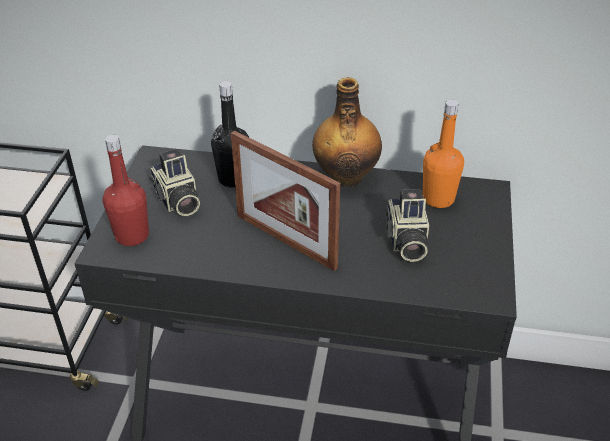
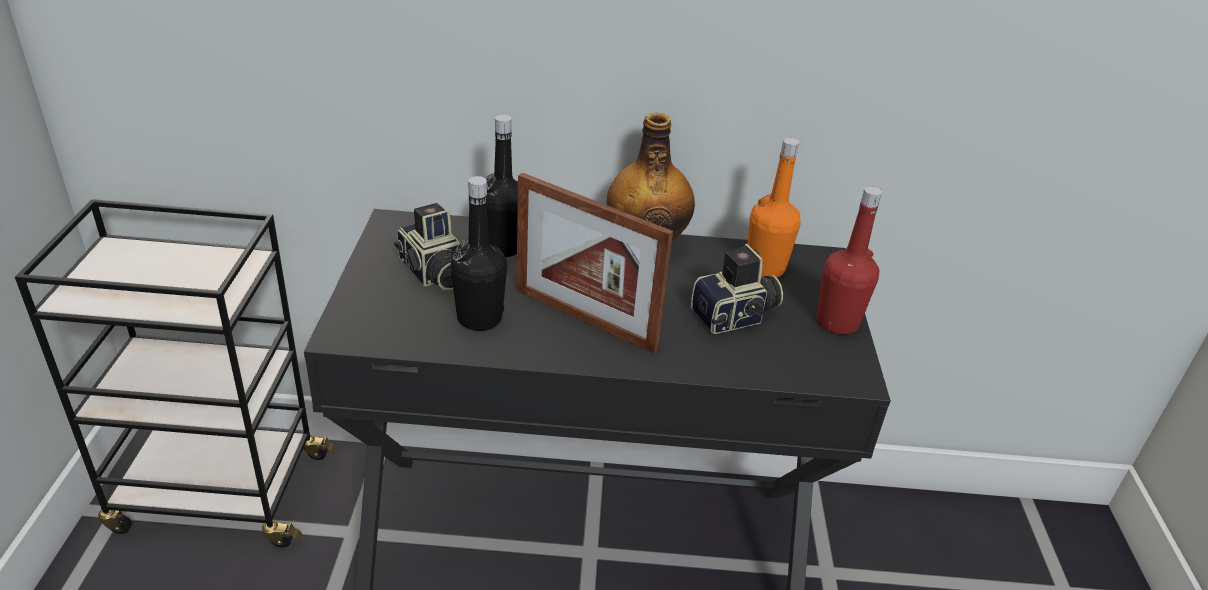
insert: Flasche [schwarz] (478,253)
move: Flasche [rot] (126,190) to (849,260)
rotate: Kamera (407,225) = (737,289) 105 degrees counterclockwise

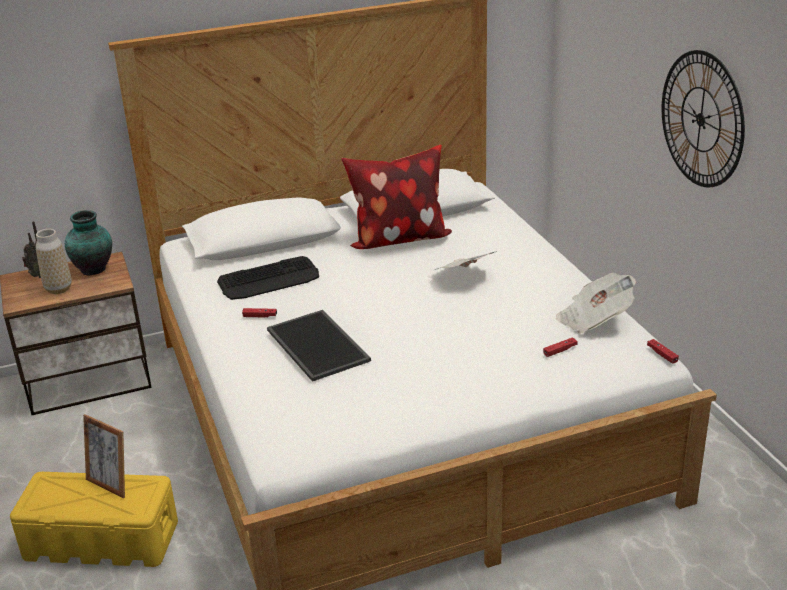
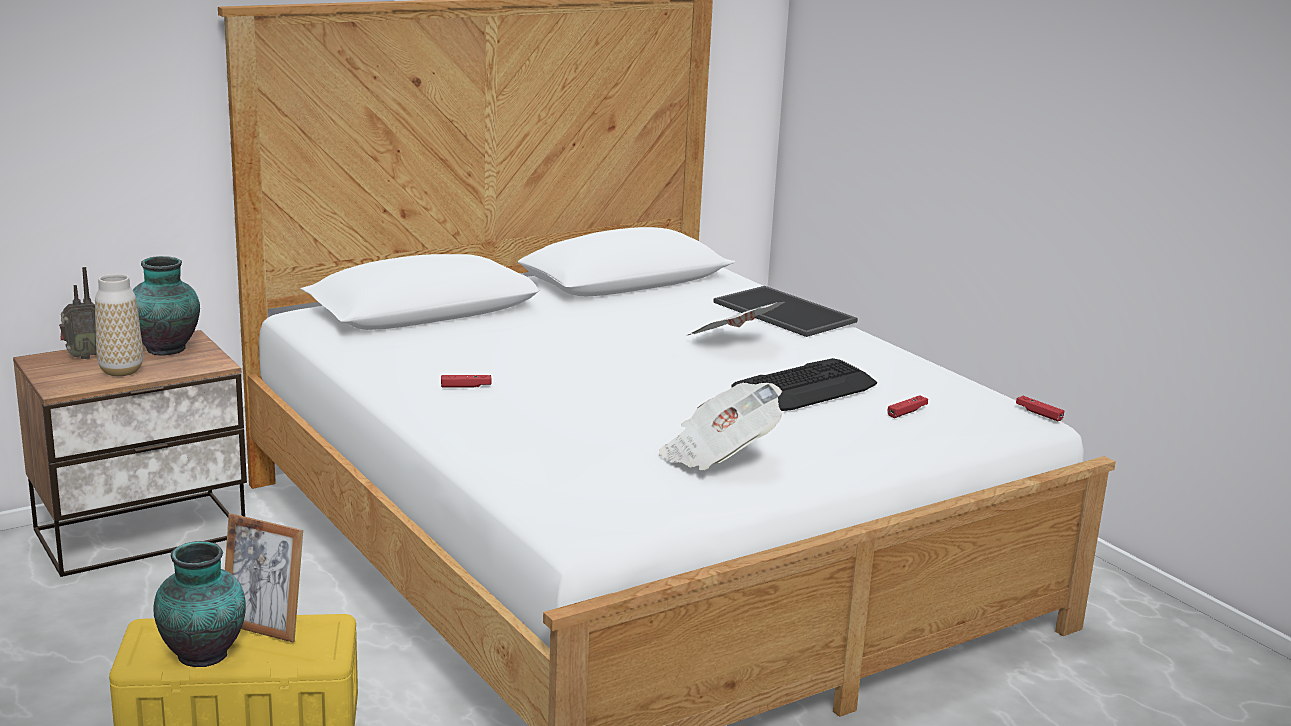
delete: Kissen (396,197); Wanduhr (703,119)
insert: Vase (199,604)
move: Zeitung (596,303) to (721,426); Tablett (319,346) to (785,311); Tastatur (268,278) to (804,384)

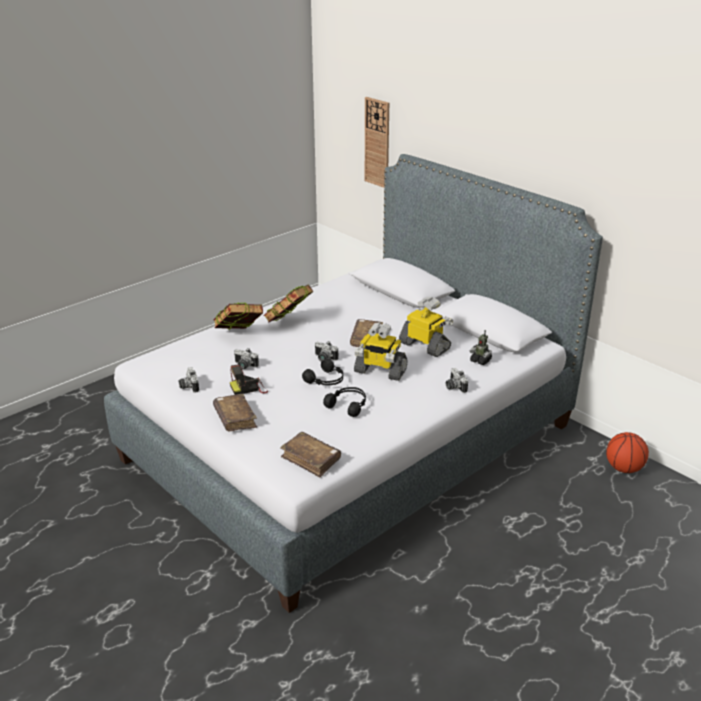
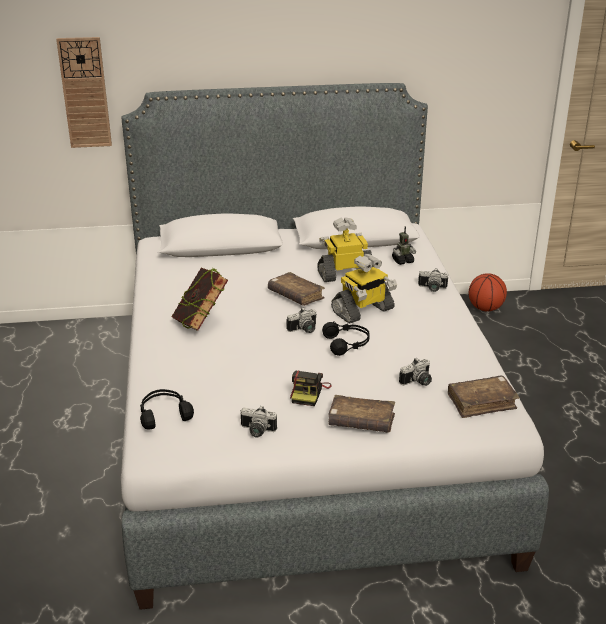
delete: Buch (238,316)
move: Kopfhörer [schwarz] (344,402) to (167,409); Kamera (246,358) to (415,372)

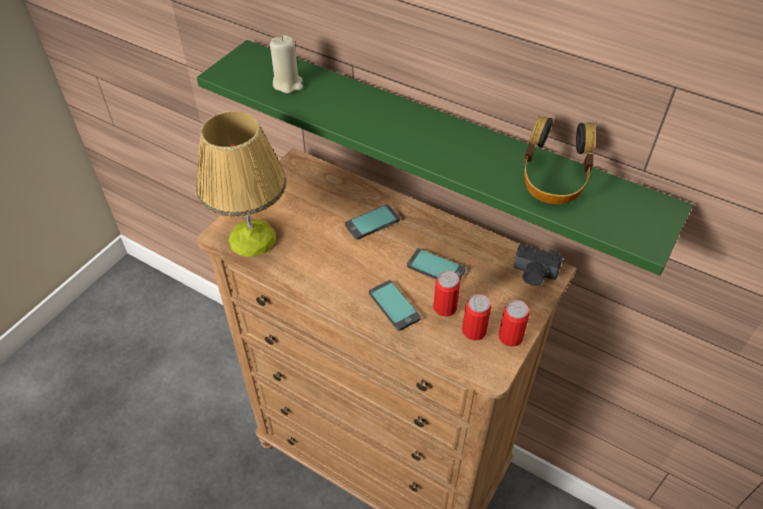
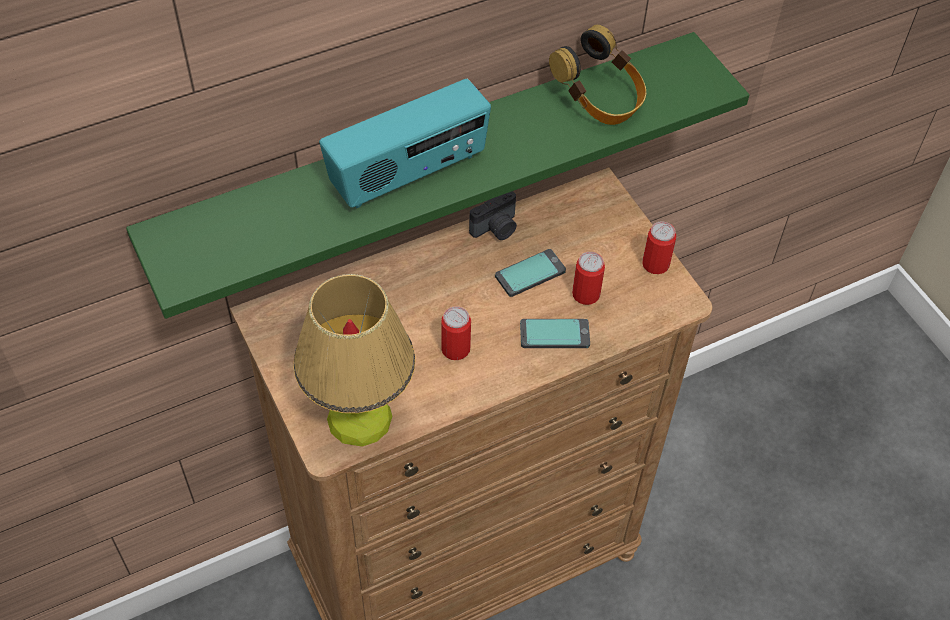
delete: Kerze [beige] (286,64); Handy (372,222)
insert: Radio (405,143)
move: Dose (476,317) to (456,333); Kamera (538,265) to (493,215)

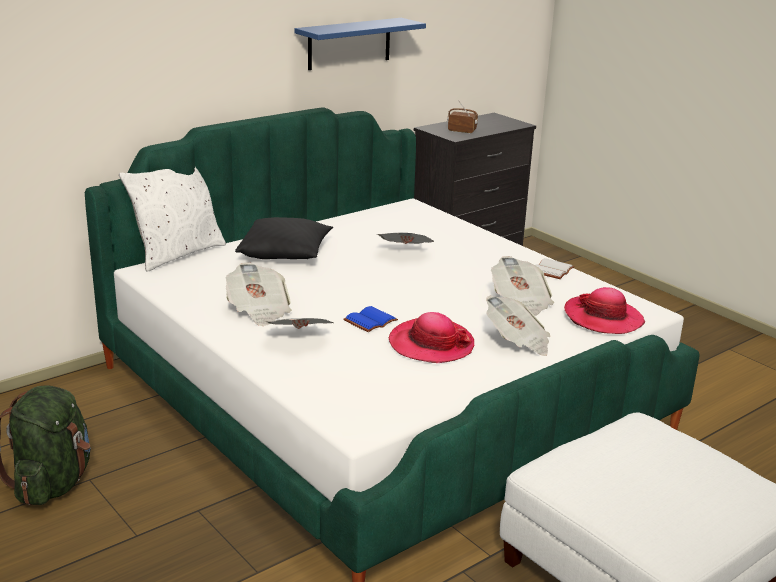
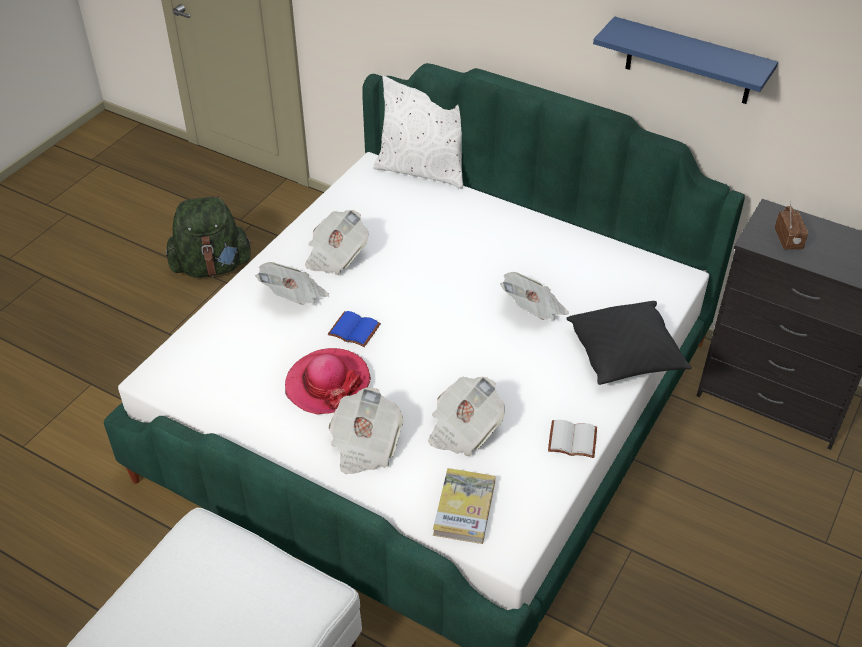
move: Kissen [schwarz] (284,238) to (629,343)
replace: Hut (604,310) to Buch (464,506)

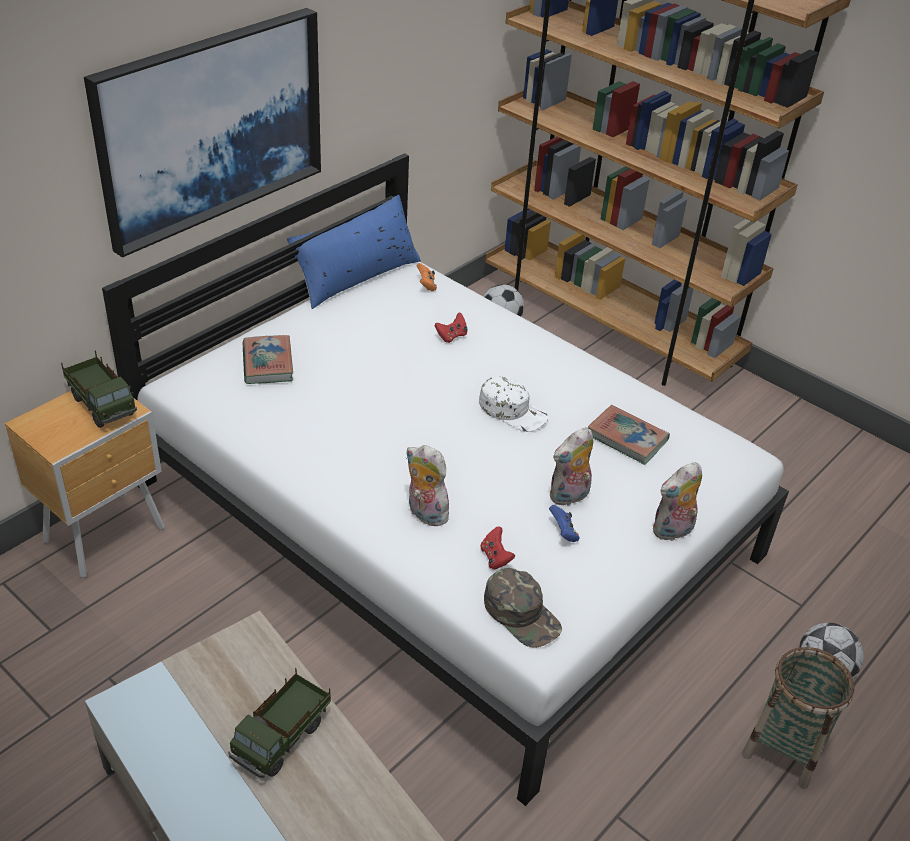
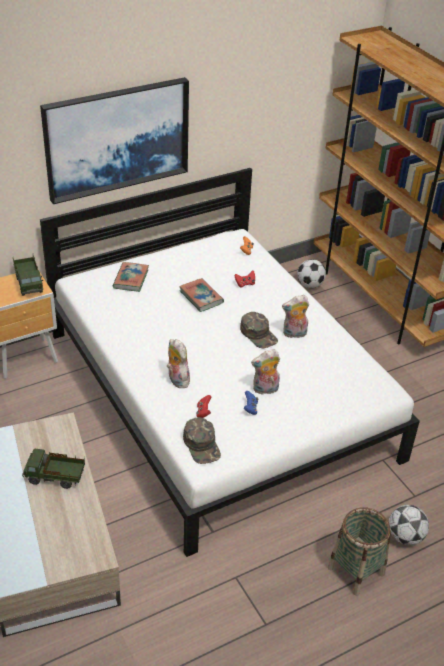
delete: Kissen [blau] (354,252)
move: Buch (628,435) to (201,295); Plüschtier (677,501) to (295,316)
recolor: Kappe [weiß] (513,404) to Kappe [grün] (259,330)
rotate: Spielzeuglaster (279,722) = (53,469) 45 degrees clockwise

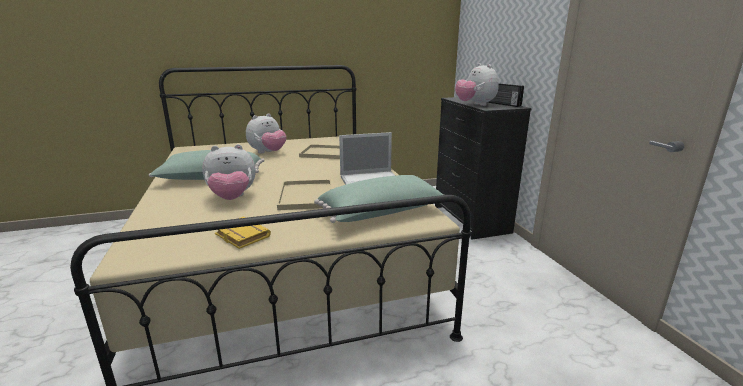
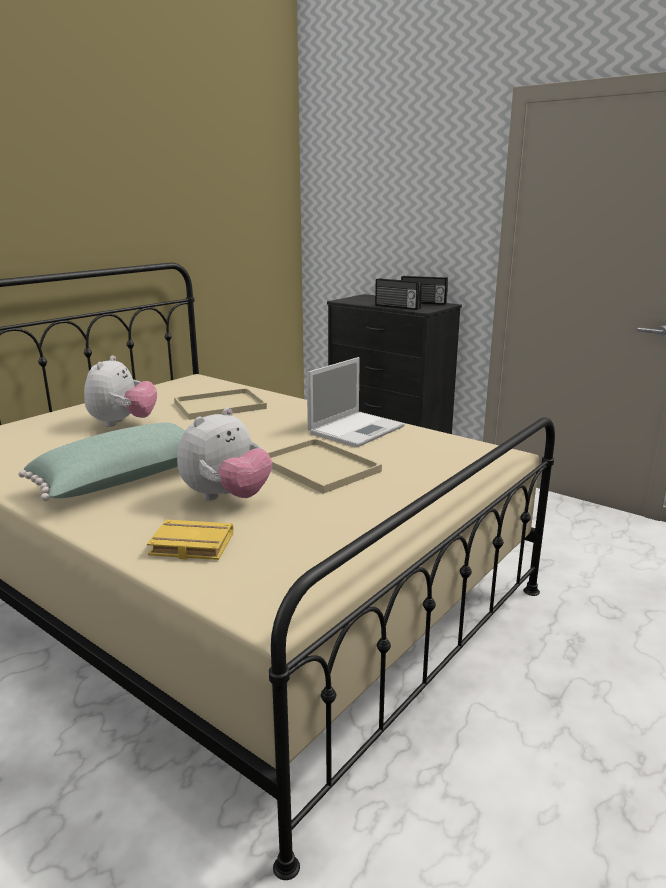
delete: Kissen [grün] (378,199)
move: Buch [gelb] (243,232) to (190,539)
replace: Plüschtier (477,84) to Radio (398,294)

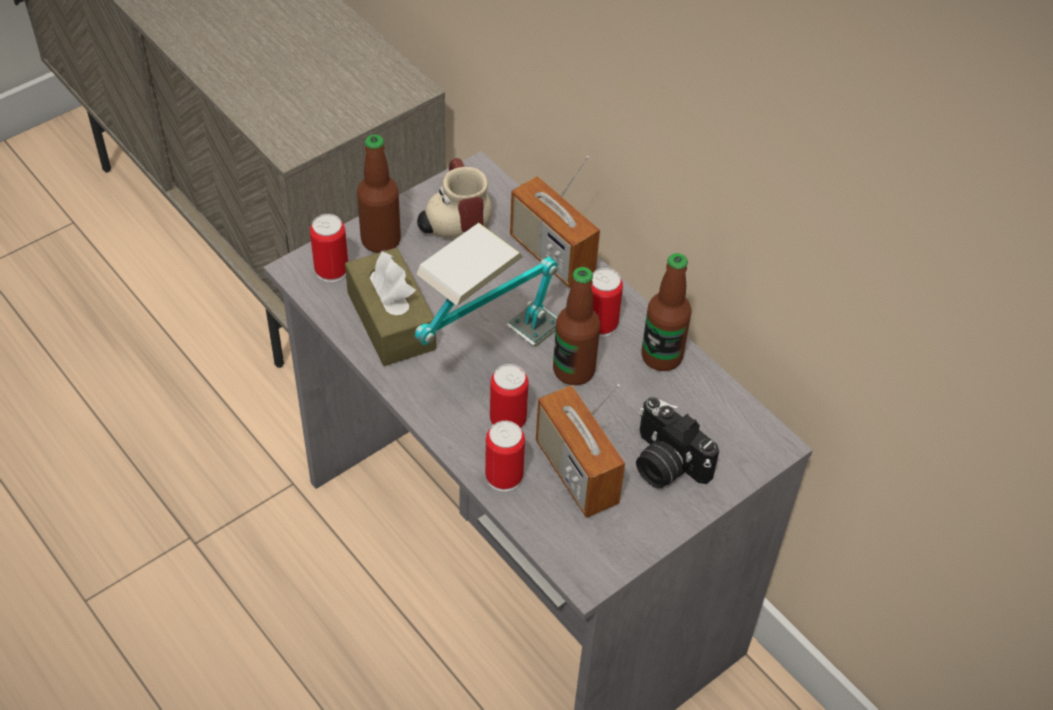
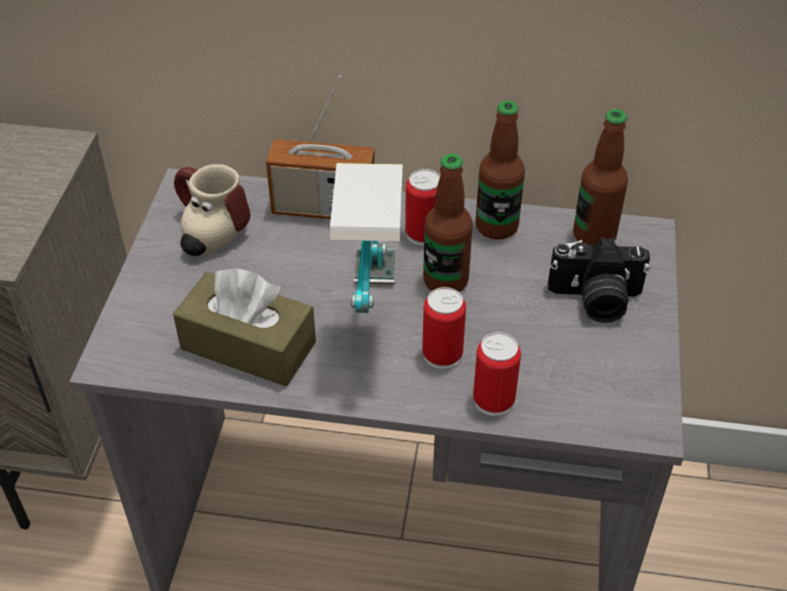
delete: Dose (329,248); Radio (580,451)
move: Flasche (379,193) to (600,177)

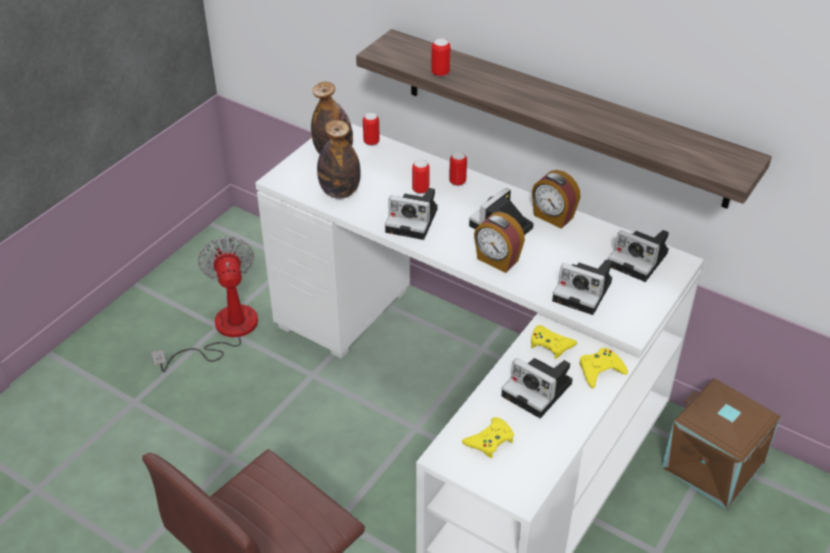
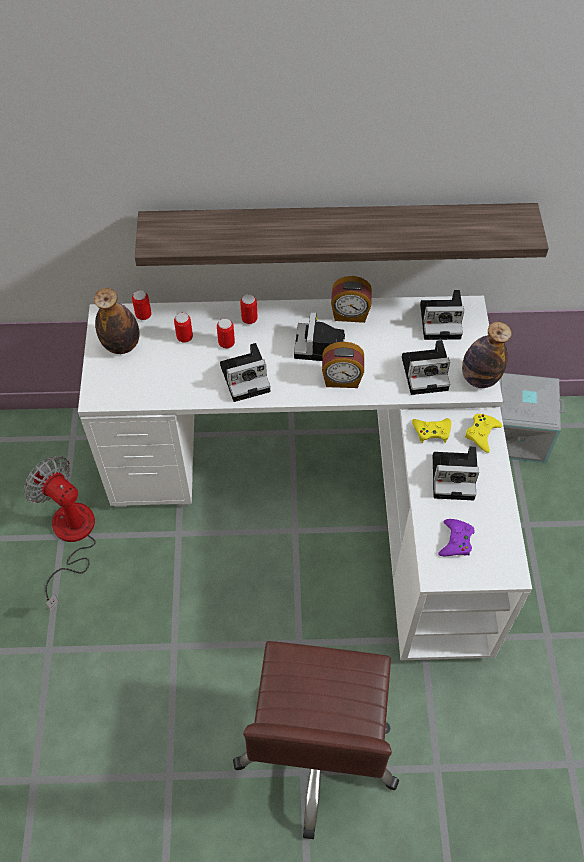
move: Dose (440,57) to (183,328); Flasche (339,159) to (487,355)
recolor: Gamepad [gelb] (488,437) to Gamepad [lila] (456,537); Aufbewahrungsbox [braun] (721,443) to Aufbewahrungsbox [grau] (532,418)

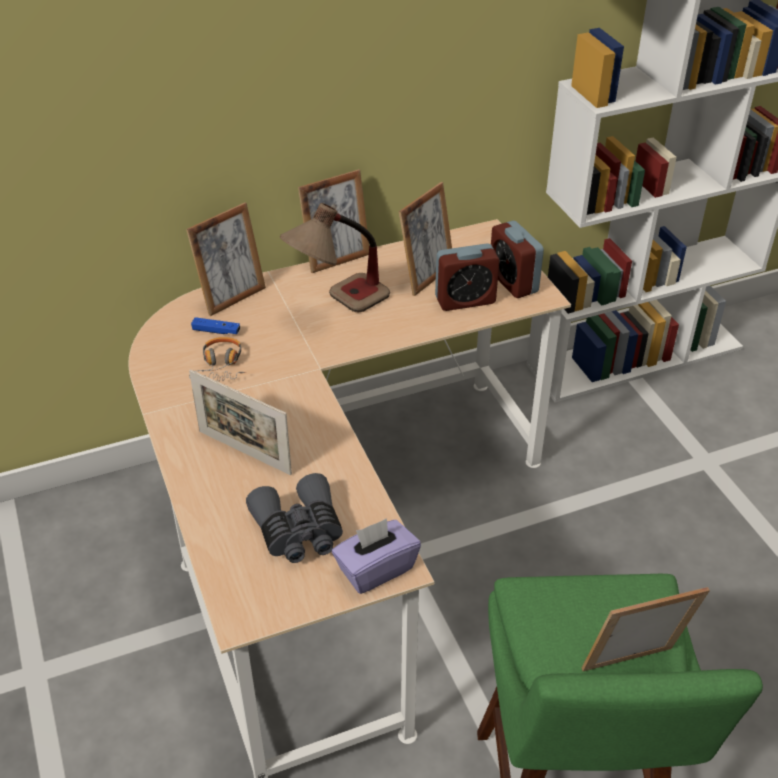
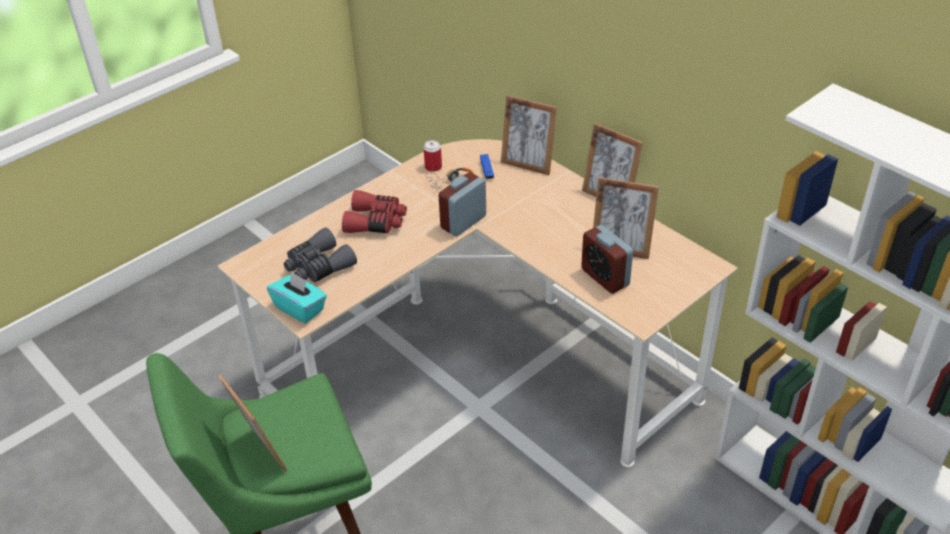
delete: Tischlampe (335,257)
insert: Dose (433,156)
move: Wecker (517,259) to (462,204)
replace: Bilderrahmen (240,422) to Fernglas [rot] (374,211)
recolor: Taschentuchbox [lila] (376,556) to Taschentuchbox [türkis] (297,297)

